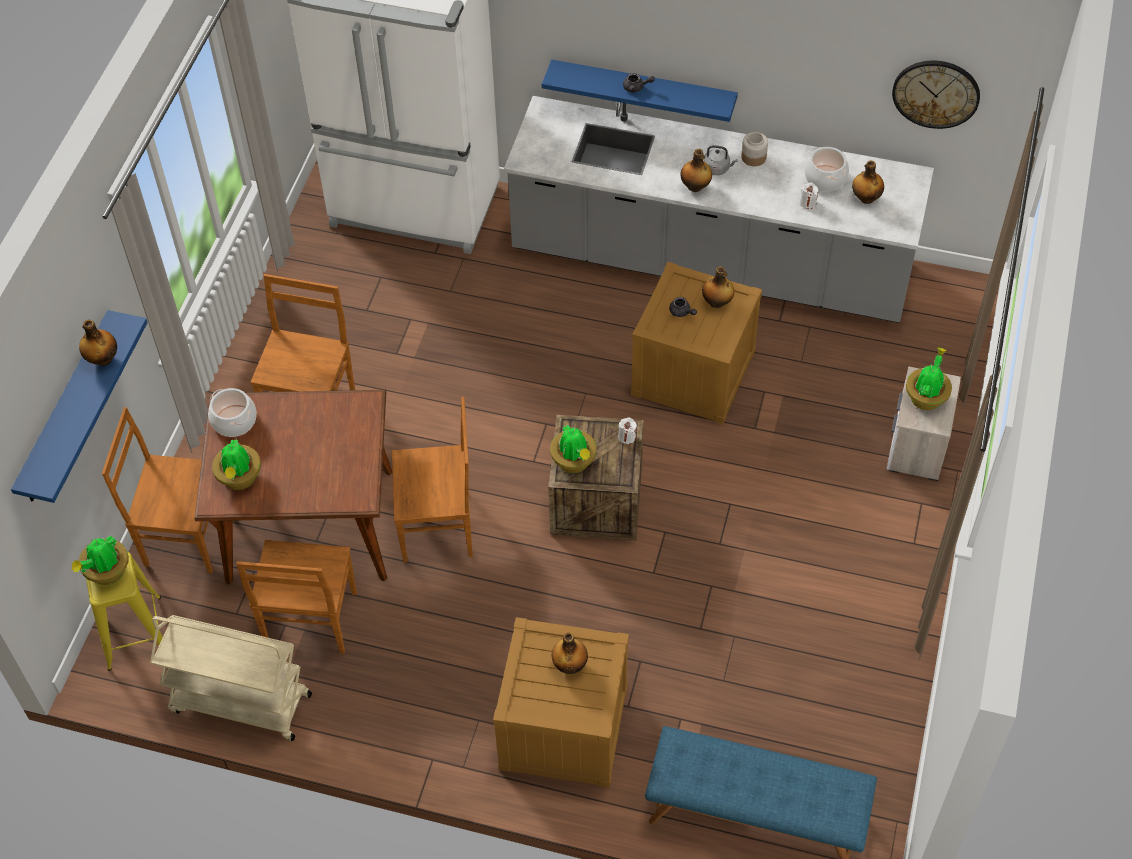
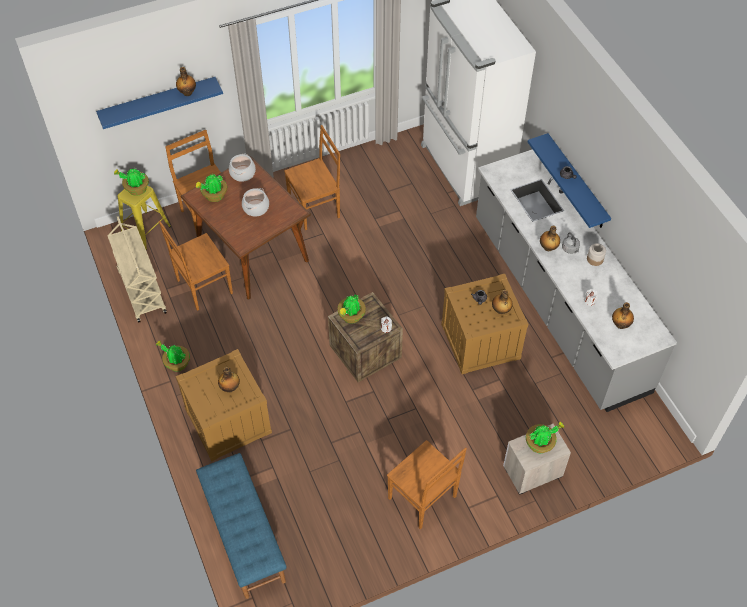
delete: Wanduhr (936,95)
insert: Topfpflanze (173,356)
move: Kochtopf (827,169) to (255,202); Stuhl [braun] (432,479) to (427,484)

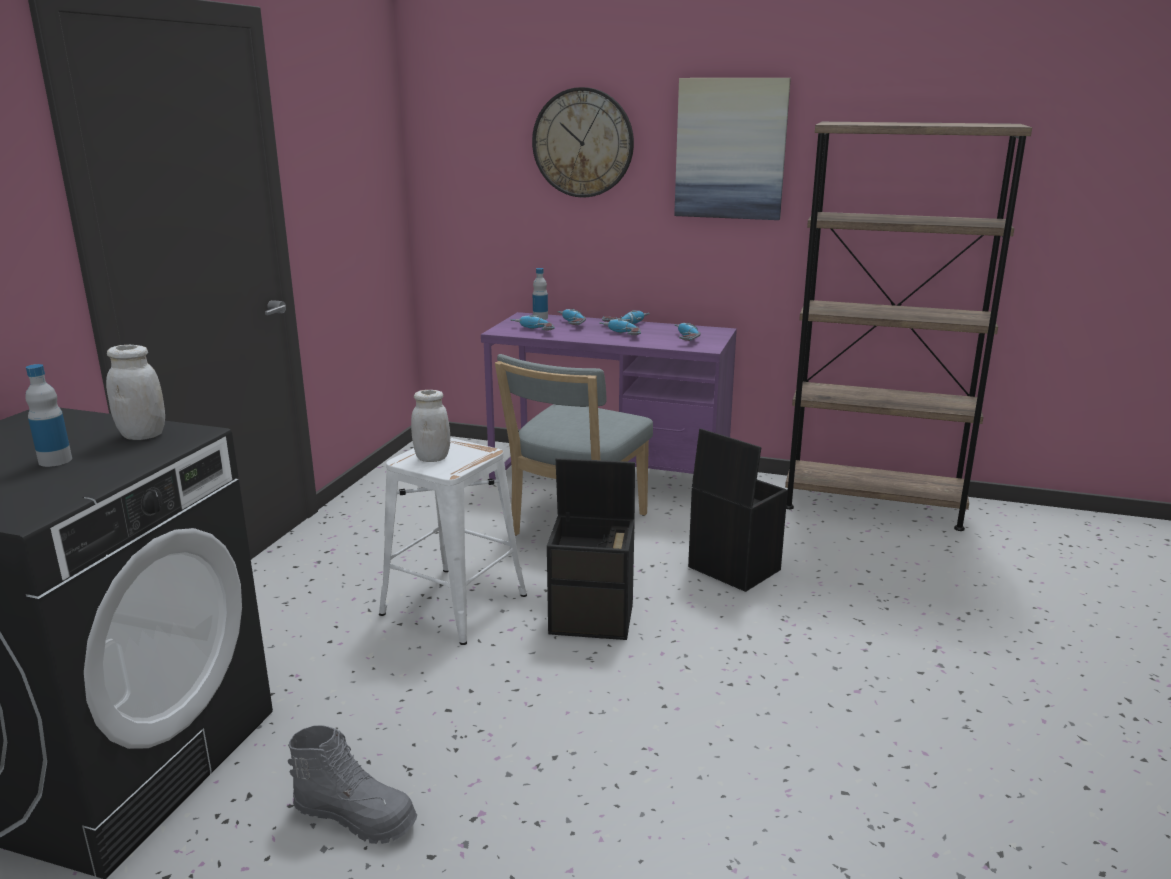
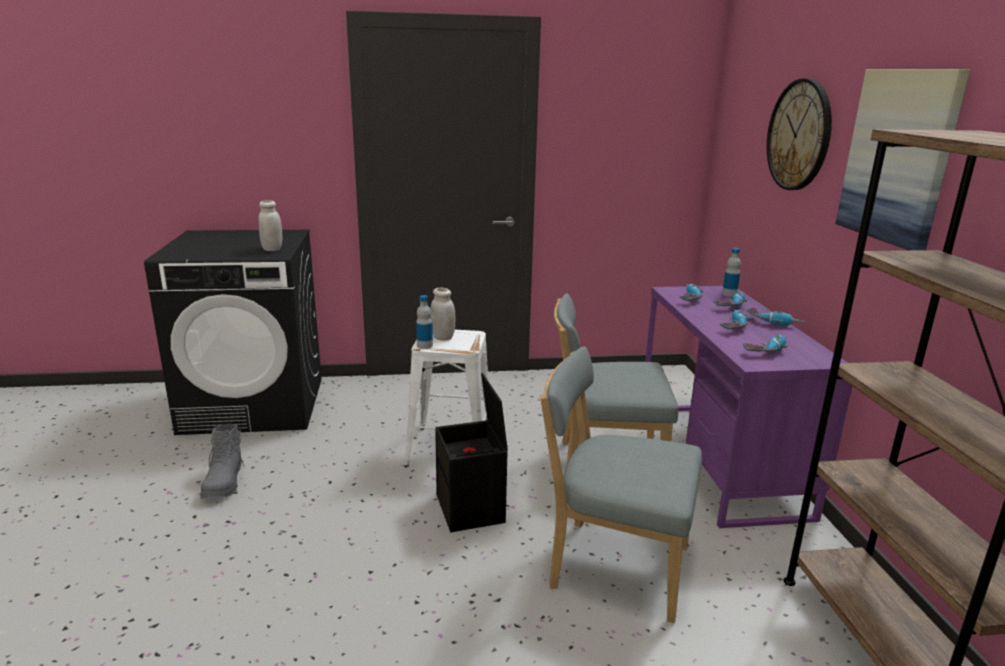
move: Flasche (49,415) to (424,322)
replace: Aufbewahrungsbox [schwarz] (738,510) to Stuhl [grau] (621,484)

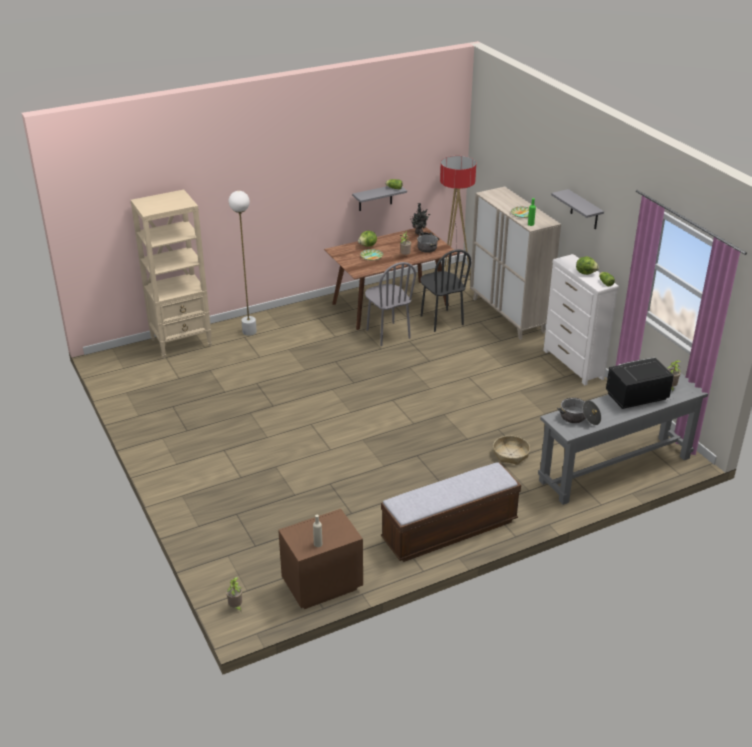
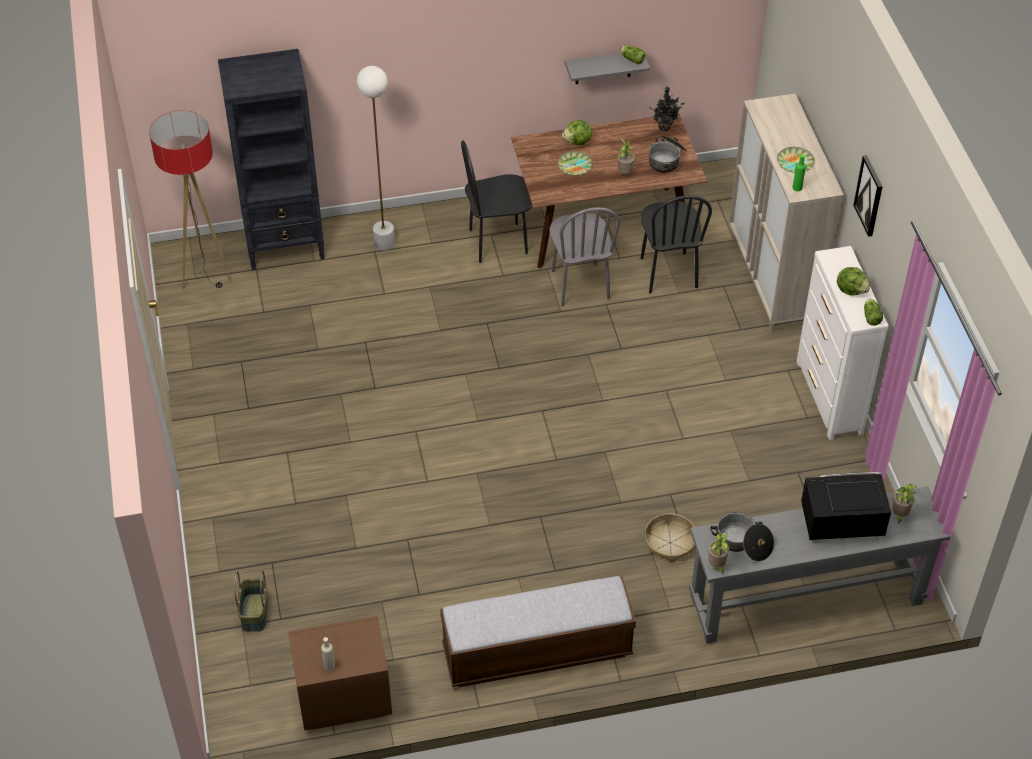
insert: Korb (251,601); Stuhl [schwarz] (497,201)
move: Stehlampe (458,217) to (190,200); Topfpflanze (234,594) to (719,553)
replace: Wandregal [grau] (577,209) to Bild (868,196)
recolor: Bücherregal [beige] (171,274) to Bücherregal [schwarz] (271,159)

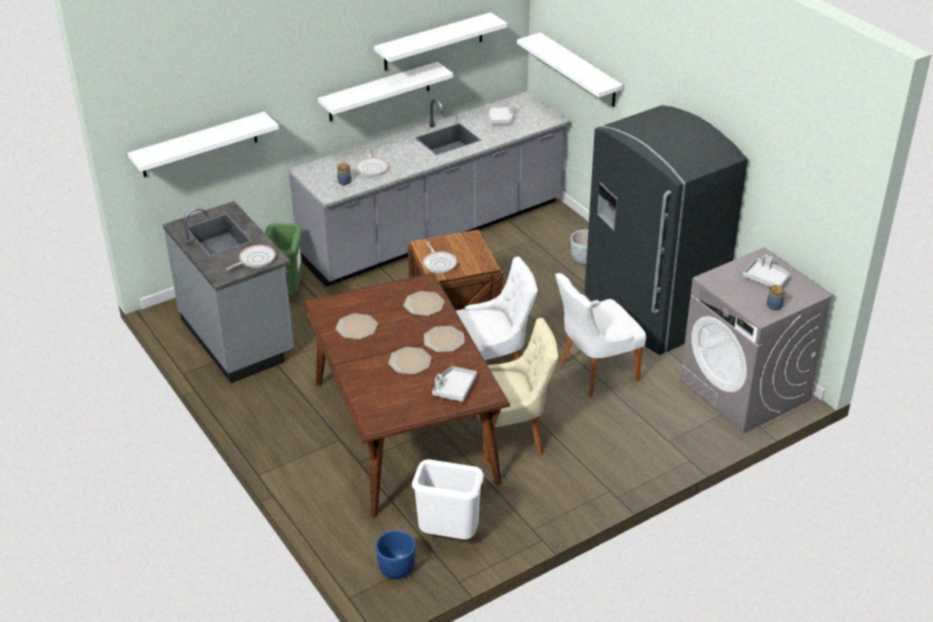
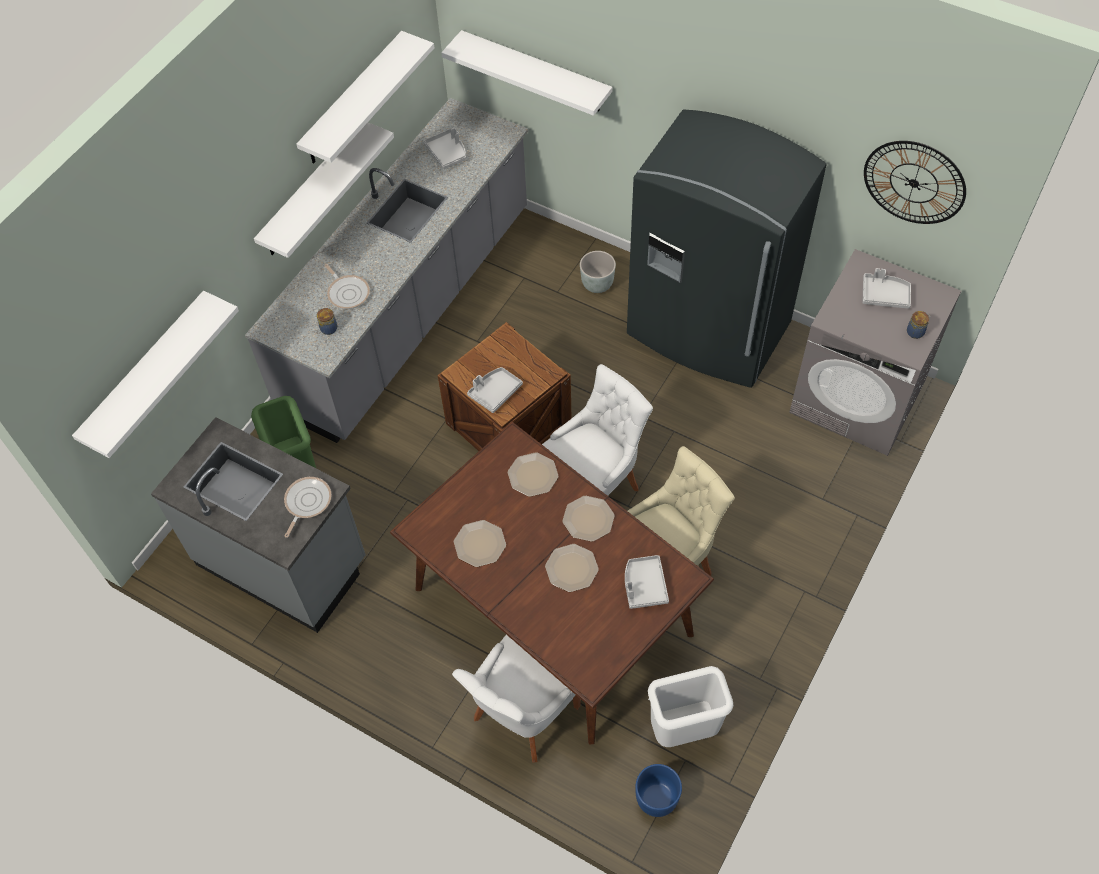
insert: Wanduhr (915,182)
move: Stuhl [weiß] (600,335) to (516,699)
replace: Pfanne (440,257) to Tablett [grau] (495,390)

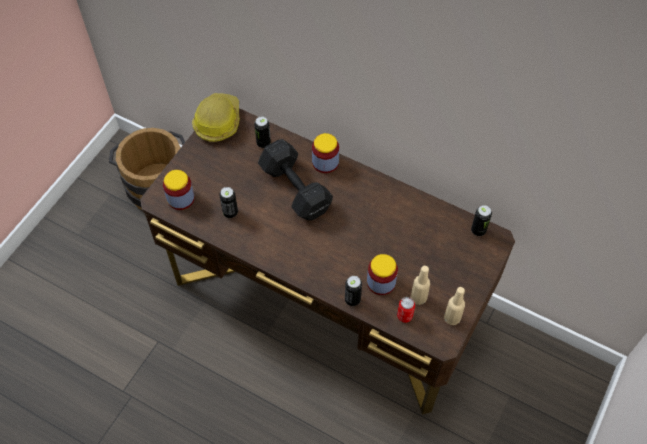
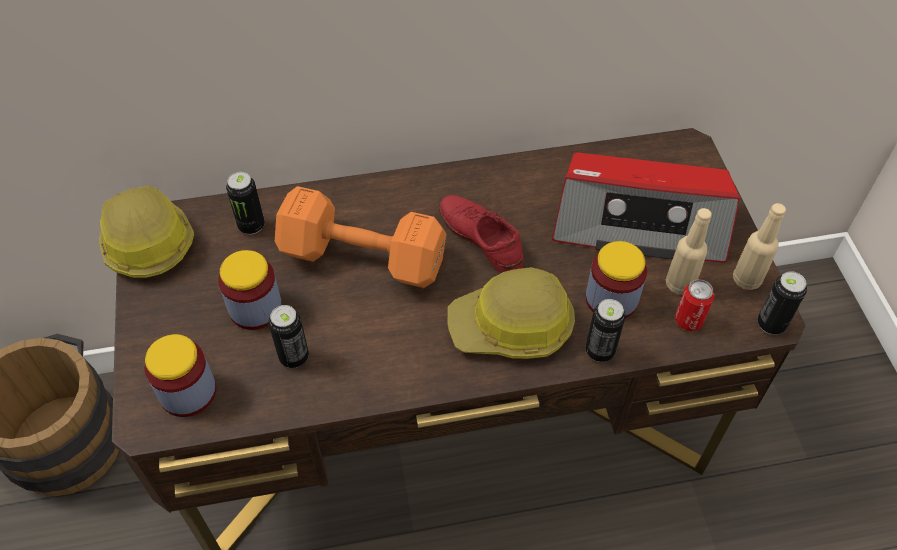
insert: Schuh [rot] (481,234); Schutzhelm (511,313); Radio (646,207)
move: Vorratsglas (325,153) to (250,290); Dose (481,220) to (782,303)
recolor: Hantel [schwarz] (295,179) to Hantel [orange] (360,237)

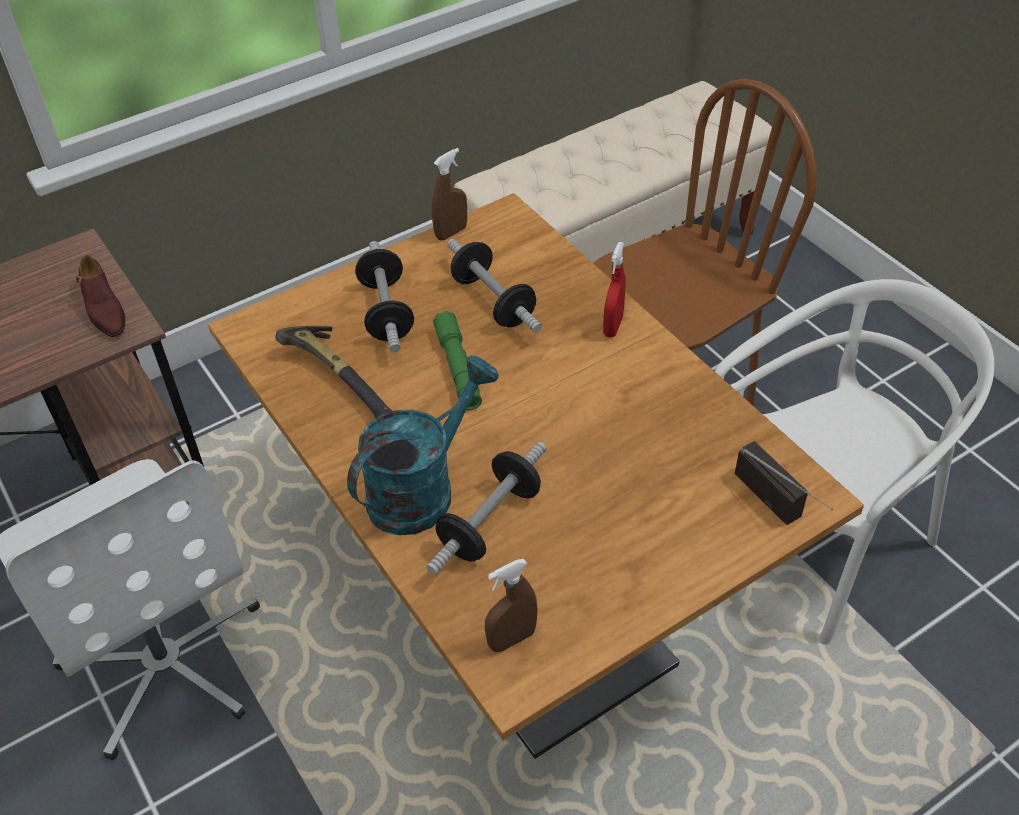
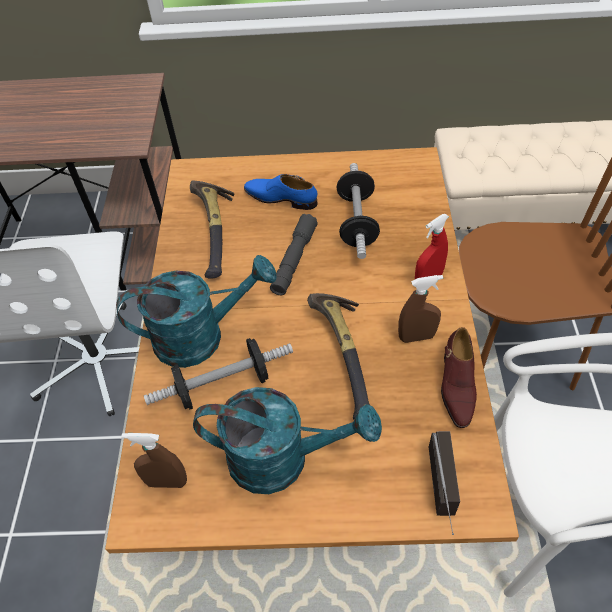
insert: Gießkanne [türkis] (287,440); Hammer (338,356)
move: Sprühflasche [braun] (449,194) to (420,309); Schuh [braun] (100,296) to (459,377)
replace: Hantel (384,297) to Schuh [blau] (281,192)
recolor: Taschenlampe [grün] (457,360) to Taschenlampe [grau] (294,254)

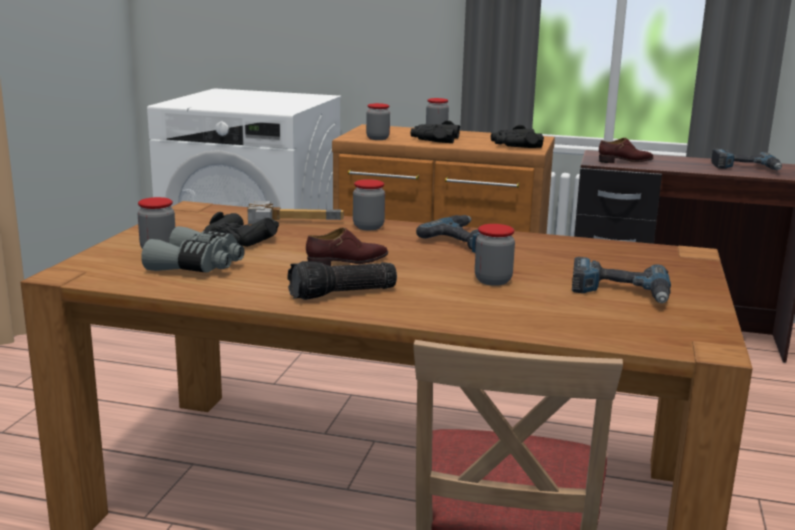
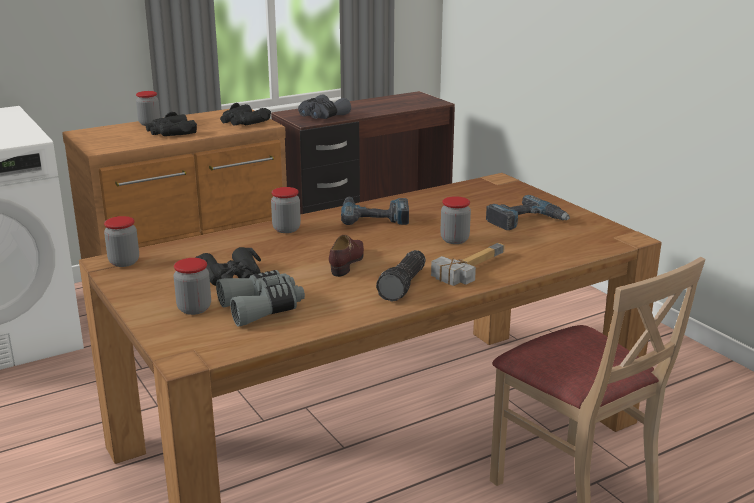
delete: Bohrmaschine (746,159)
move: Vorratsglas (378,121) to (121,241); Hammer (295,212) to (468,264)
replace: Schuh [braun] (626,150) to Fernglas [grau] (324,107)

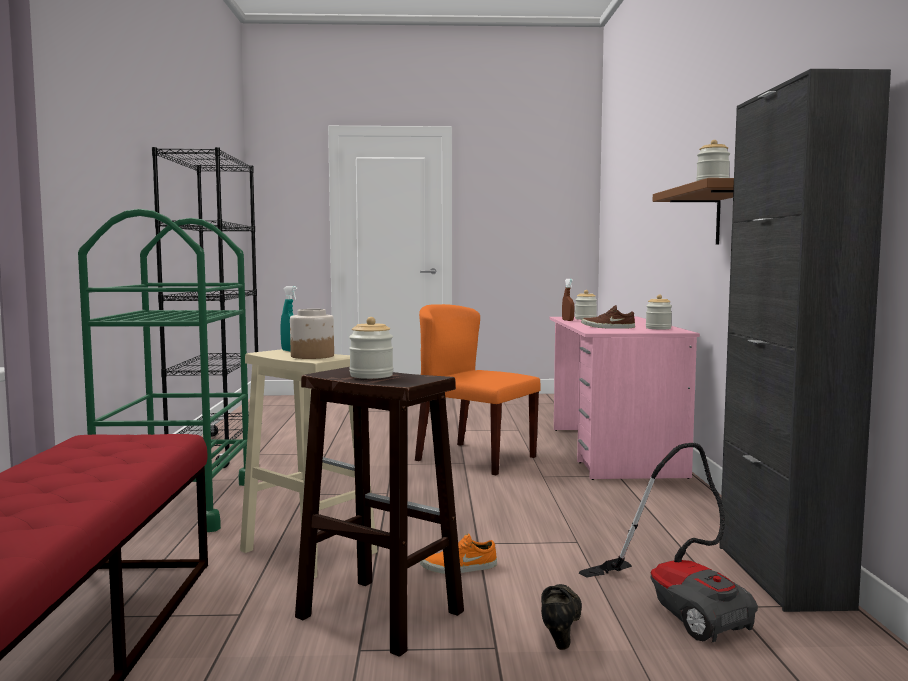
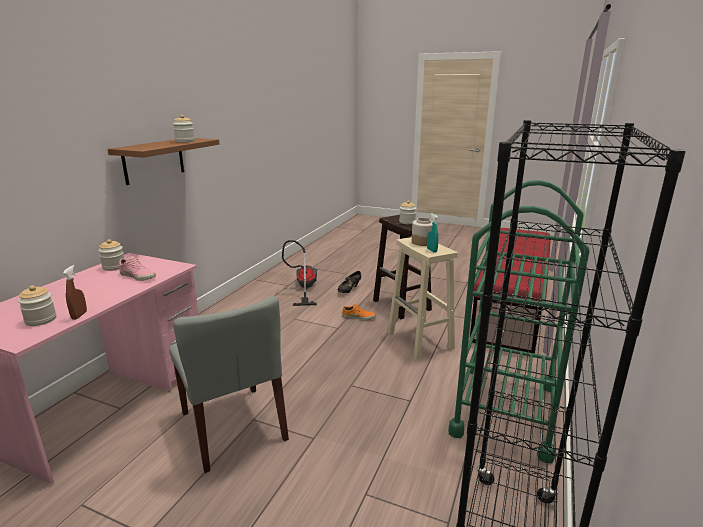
delete: Schrank [schwarz] (805,340)
recolor: Schuh [braun] (608,317) to Schuh [rosa] (137,268); Stuhl [orange] (478,389) to Stuhl [grau] (229,384)

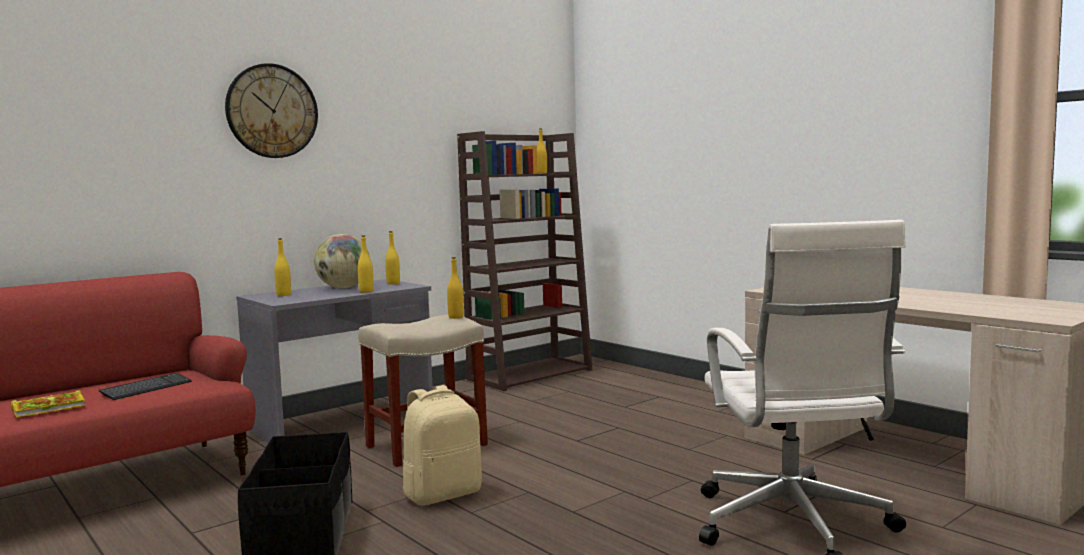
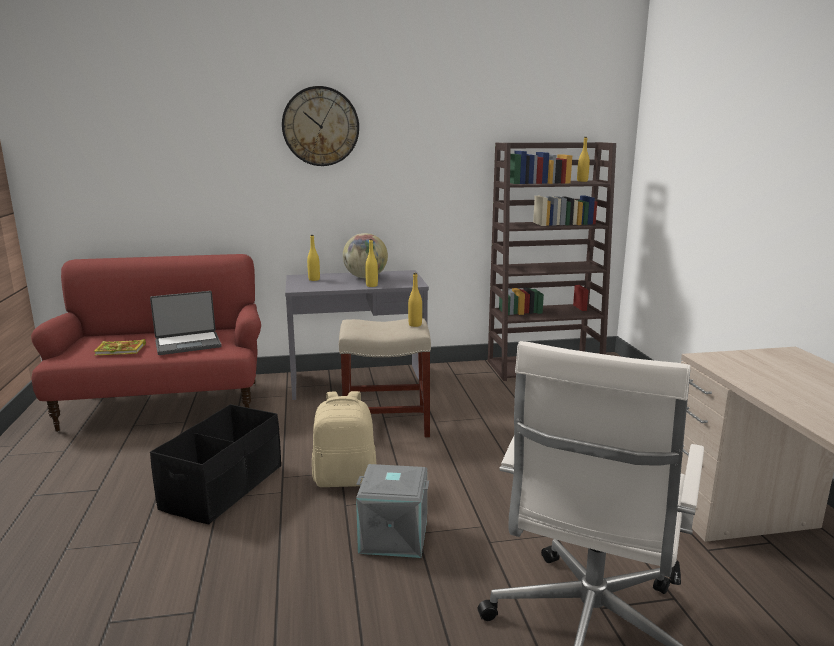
delete: Flasche [gelb] (392,258)
insert: Aufbewahrungsbox [grau] (392,511)
replace: Tastatur (145,386) to Laptop (186,323)

